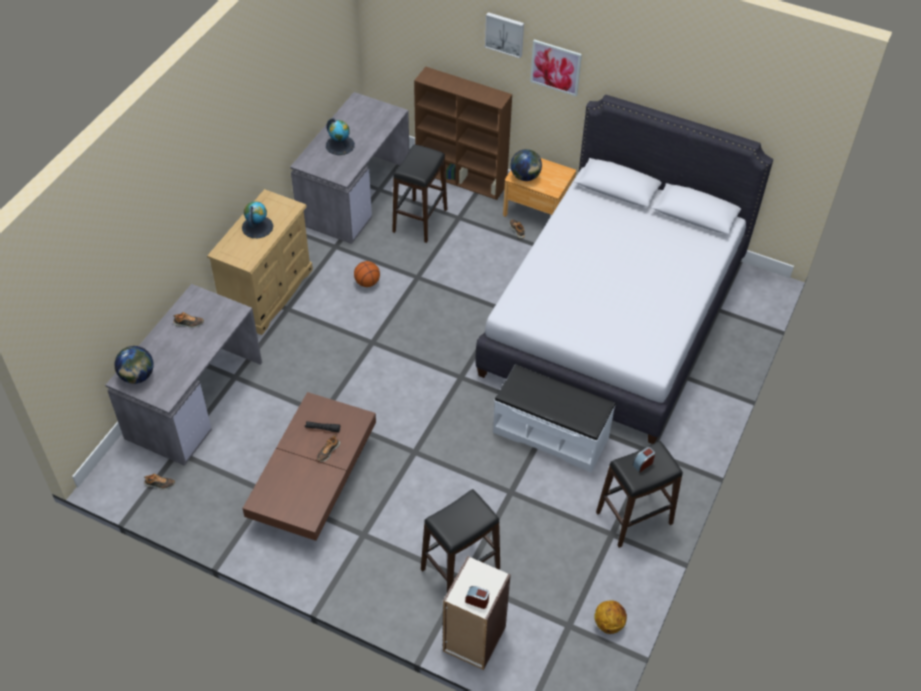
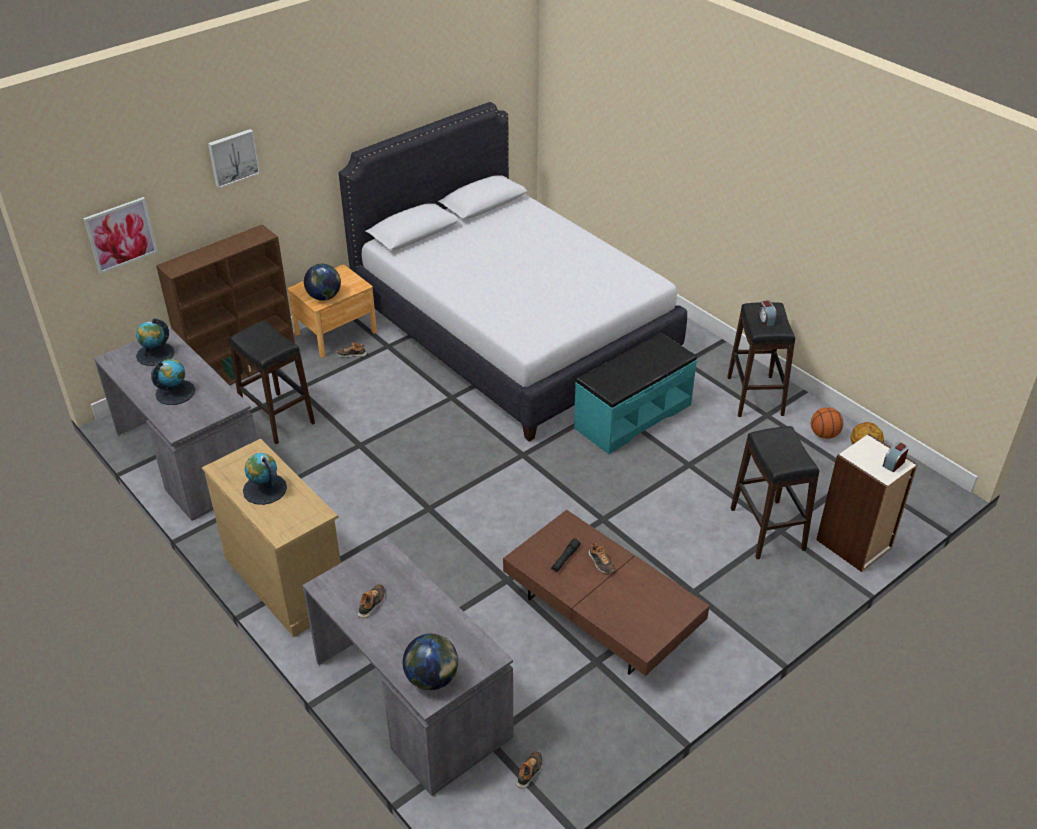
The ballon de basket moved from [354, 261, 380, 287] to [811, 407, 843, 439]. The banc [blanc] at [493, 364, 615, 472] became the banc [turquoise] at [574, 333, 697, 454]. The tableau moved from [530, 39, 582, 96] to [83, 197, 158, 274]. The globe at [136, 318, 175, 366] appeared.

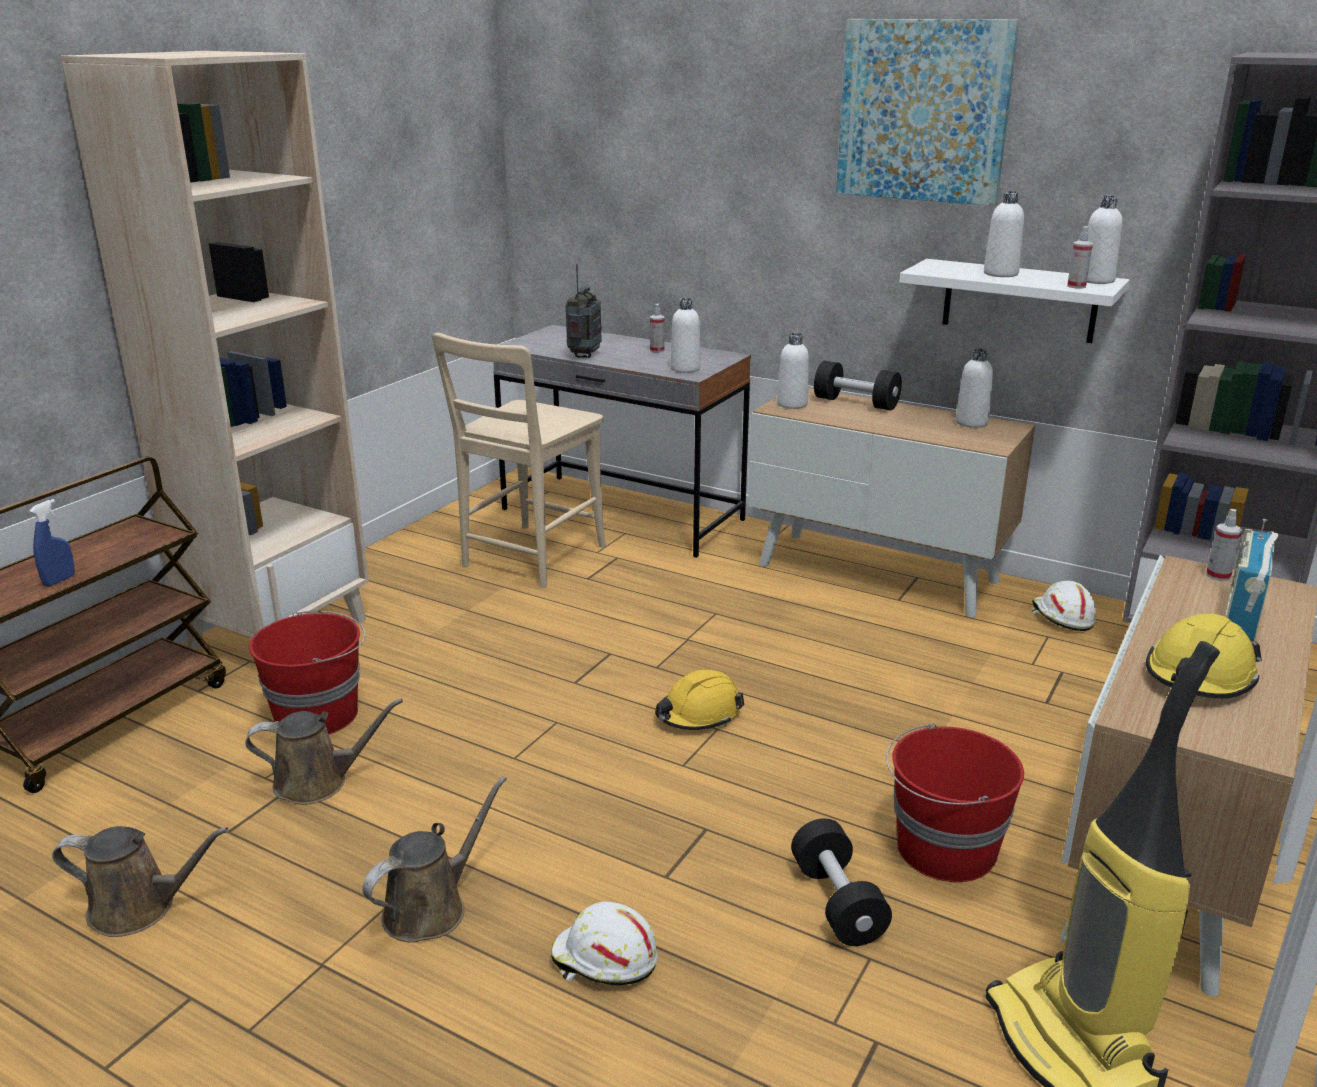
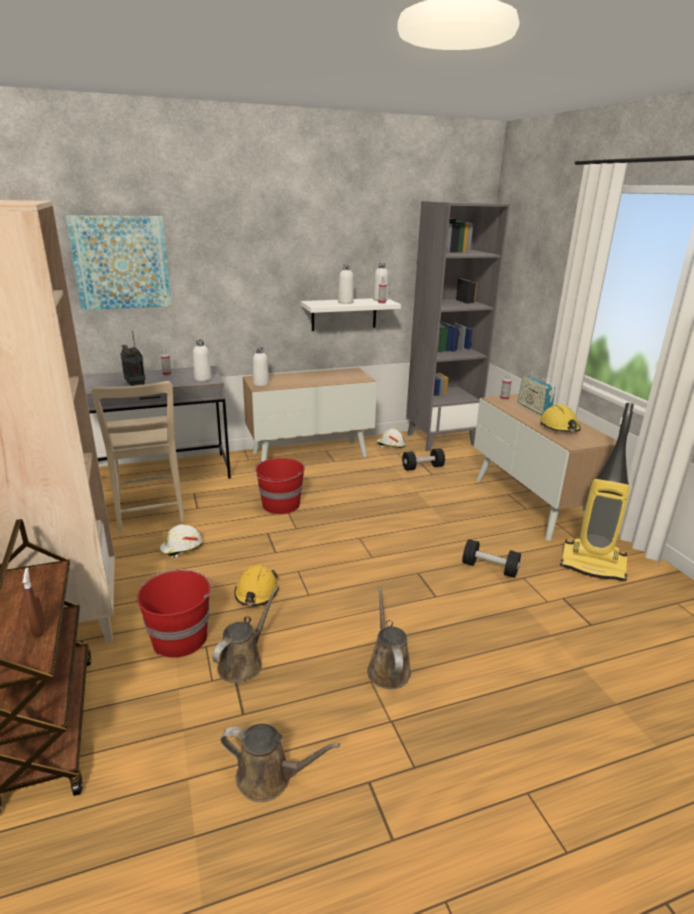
The vaporisateur [bleu] at [29, 499, 74, 586] became the vaporisateur [marron] at [23, 568, 45, 637]. The arrosoir [marron] at [52, 826, 229, 937] turned 60 degrees clockwise. The casque de chantier [blanc] moved from [551, 902, 658, 986] to [159, 524, 203, 558]. The casque de chantier [jaune] moved from [655, 670, 744, 730] to [234, 565, 279, 606]. The haltère [noir] moved from [814, 361, 902, 410] to [402, 448, 445, 471]. The tableau moved from [836, 19, 1020, 206] to [66, 215, 172, 310]. The seau [rouge] moved from [886, 723, 1024, 882] to [253, 458, 305, 514]. The bouteille [blanc] at [956, 348, 993, 428] disappeared.

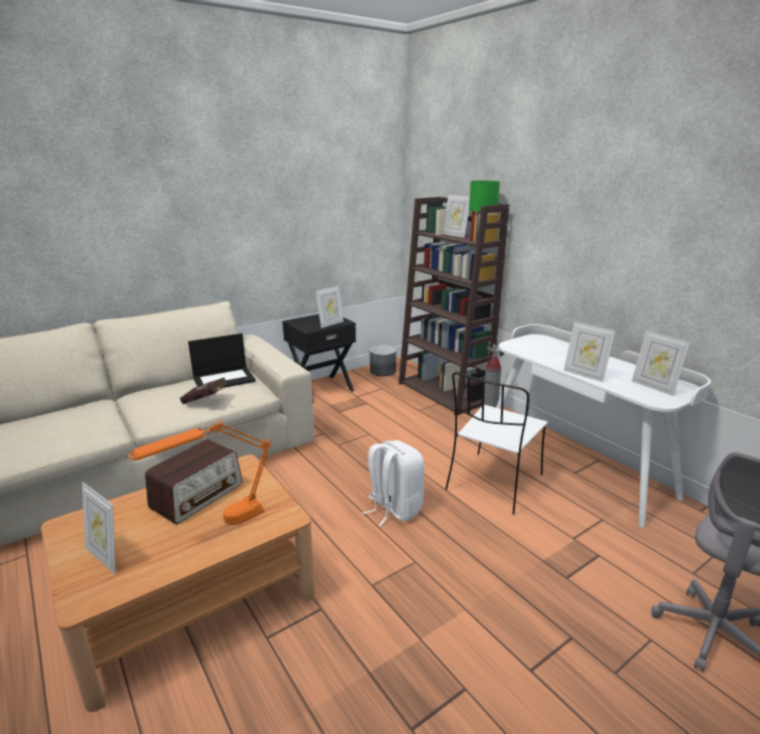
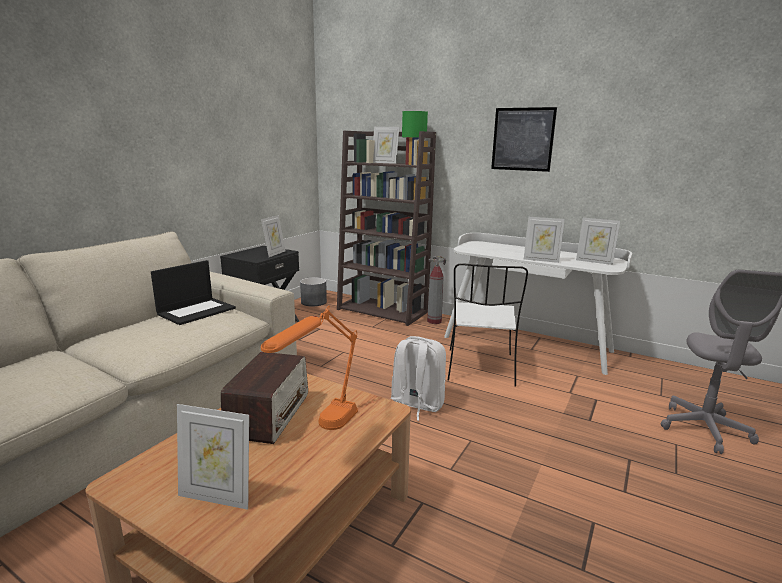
The livre [rouge] at [180, 377, 228, 404] disappeared. The tableau at [491, 107, 557, 172] appeared.

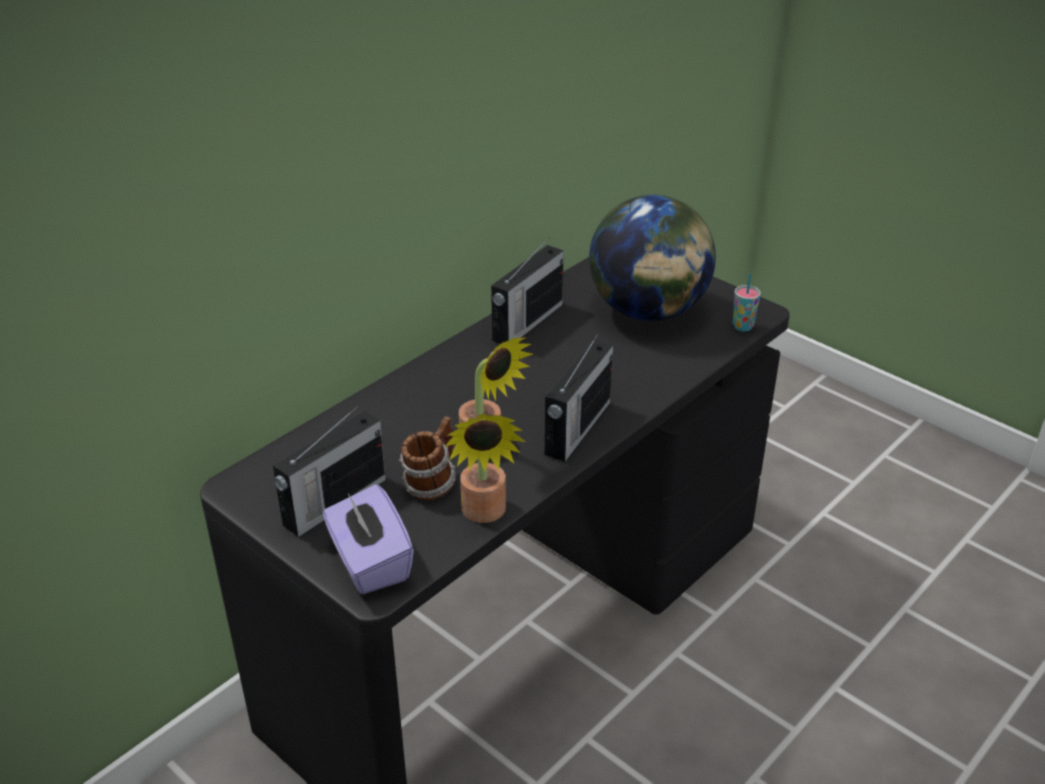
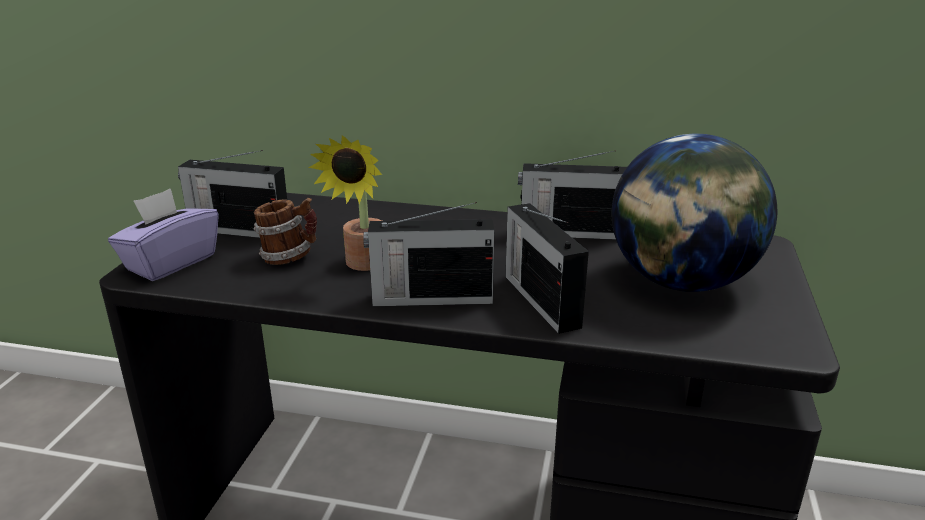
The plante en pot at [444, 414, 525, 523] disappeared. The tasse at [733, 273, 761, 332] disappeared. The radio at [506, 203, 589, 334] appeared.

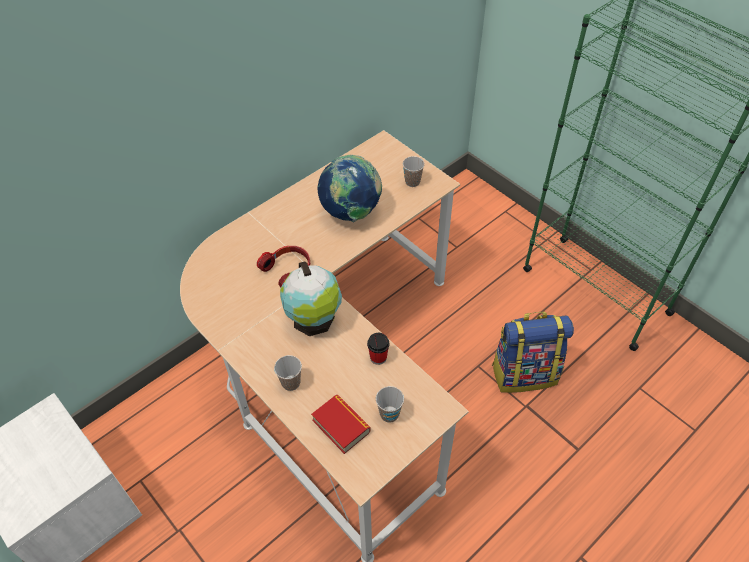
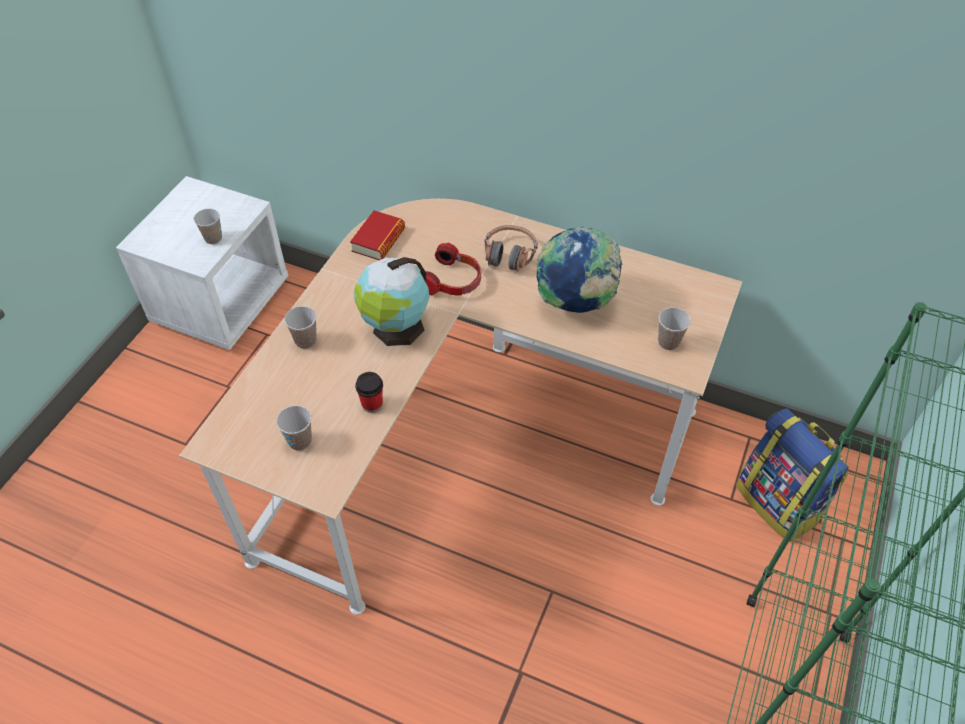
The livre moved from [311, 395, 371, 454] to [350, 211, 405, 260]. The sac à dos moved from [492, 311, 574, 393] to [736, 408, 849, 542]. The tasse at [194, 209, 222, 244] appeared. The casque audio at [484, 225, 538, 272] appeared.

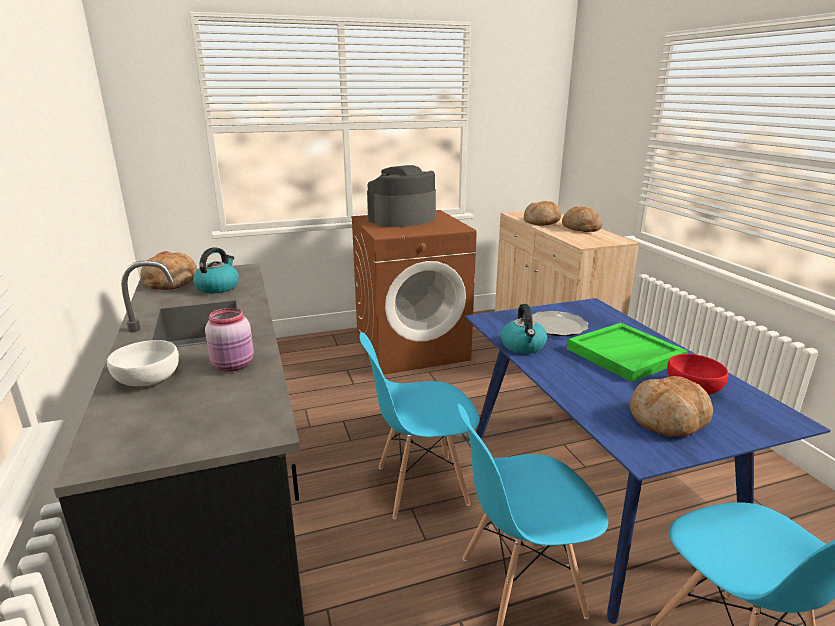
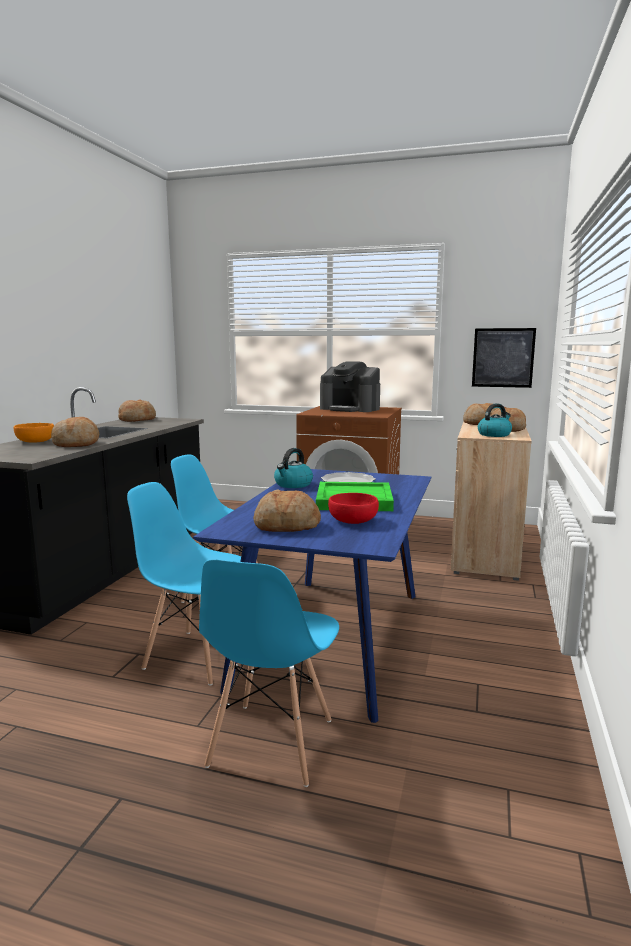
The bol [blanc] at [107, 340, 179, 386] became the bol [orange] at [14, 423, 54, 443]. The bouilloire moved from [193, 247, 239, 293] to [478, 403, 512, 437]. The bocal [rose] at [205, 308, 254, 372] was replaced by the pain at [51, 417, 99, 447]. The machine à café at [367, 165, 436, 227] turned 150 degrees counterclockwise. The tableau at [472, 328, 536, 388] appeared.

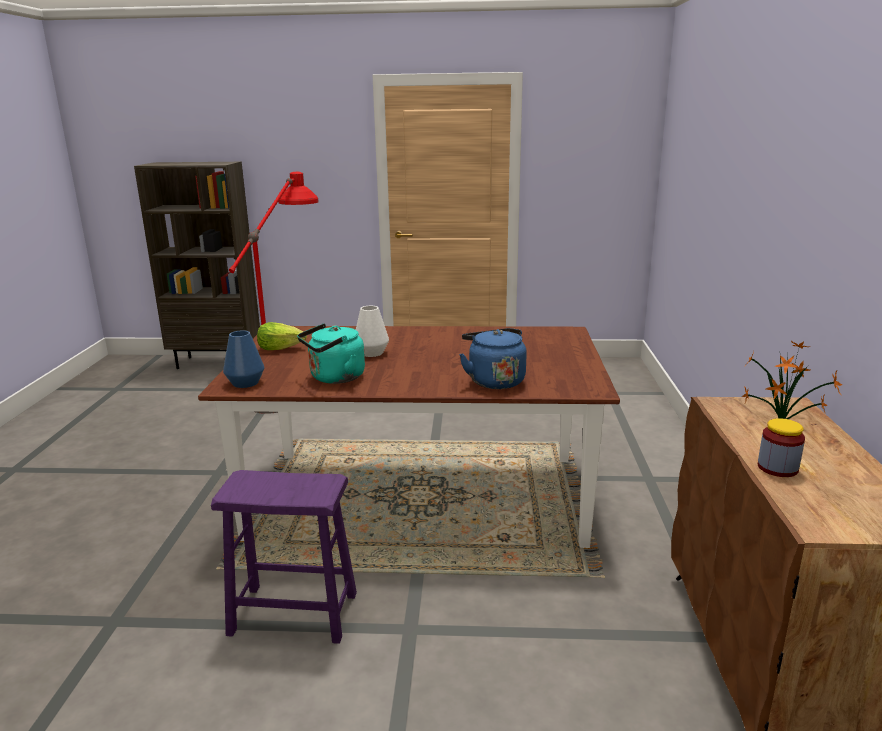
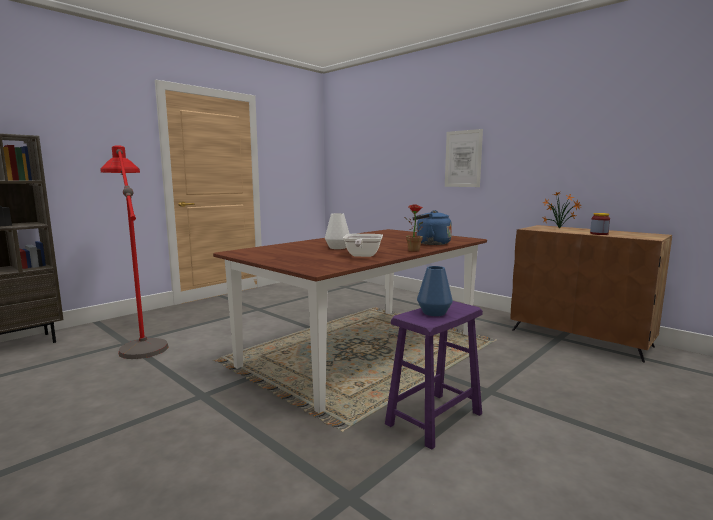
The vase [bleu] moved from [223, 330, 264, 388] to [417, 266, 453, 316]. The laitue at [257, 322, 307, 350] disappeared. The bouilloire [turquoise] at [297, 323, 365, 384] was replaced by the poêle at [343, 234, 383, 257]. The plante en pot at [404, 204, 423, 252] appeared. The tableau at [445, 129, 483, 187] appeared.

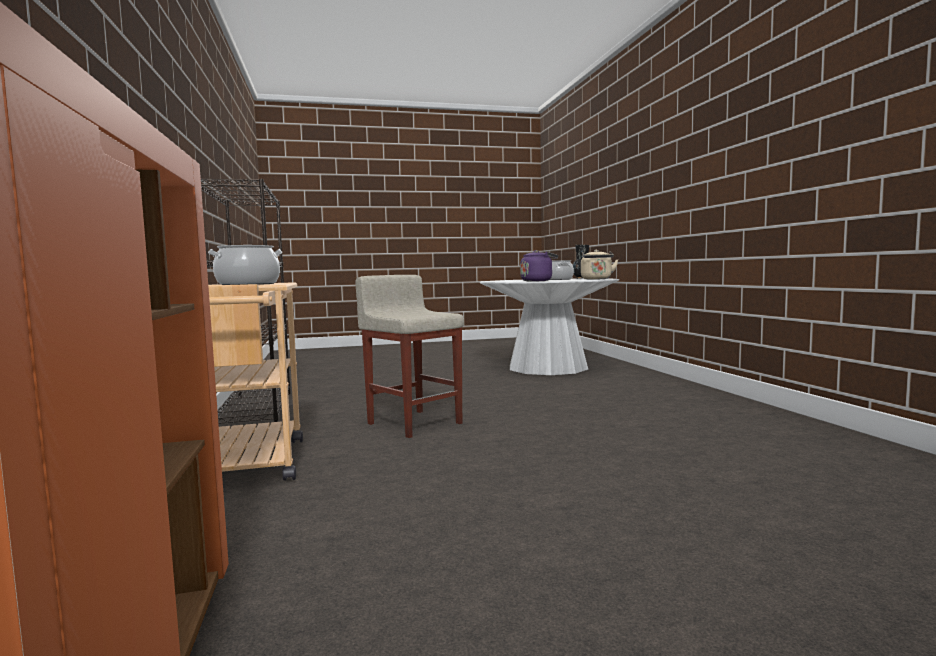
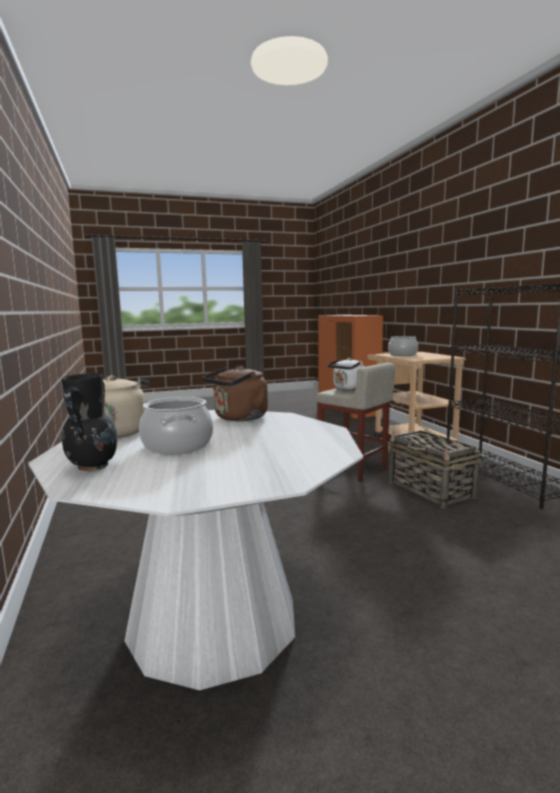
The bouilloire [violet] at [520, 250, 558, 282] became the bouilloire [marron] at [203, 366, 268, 421]. The bouilloire [blanc] at [328, 358, 364, 390] appeared. The panier at [387, 431, 481, 508] appeared.

